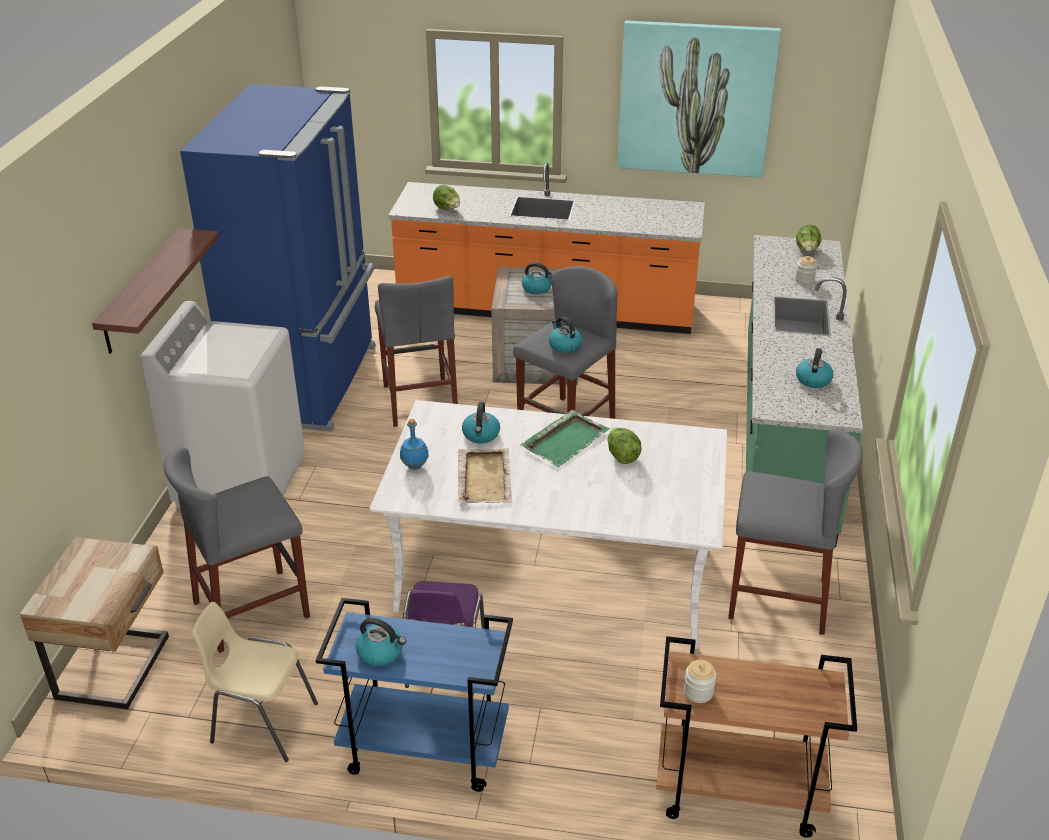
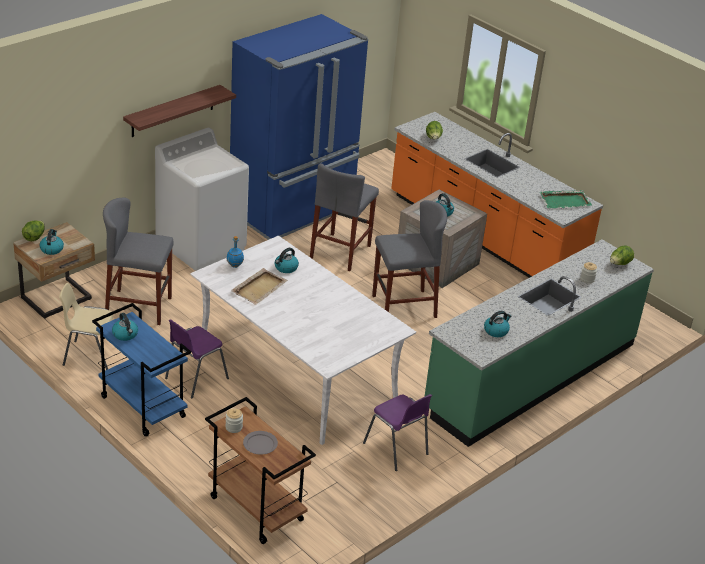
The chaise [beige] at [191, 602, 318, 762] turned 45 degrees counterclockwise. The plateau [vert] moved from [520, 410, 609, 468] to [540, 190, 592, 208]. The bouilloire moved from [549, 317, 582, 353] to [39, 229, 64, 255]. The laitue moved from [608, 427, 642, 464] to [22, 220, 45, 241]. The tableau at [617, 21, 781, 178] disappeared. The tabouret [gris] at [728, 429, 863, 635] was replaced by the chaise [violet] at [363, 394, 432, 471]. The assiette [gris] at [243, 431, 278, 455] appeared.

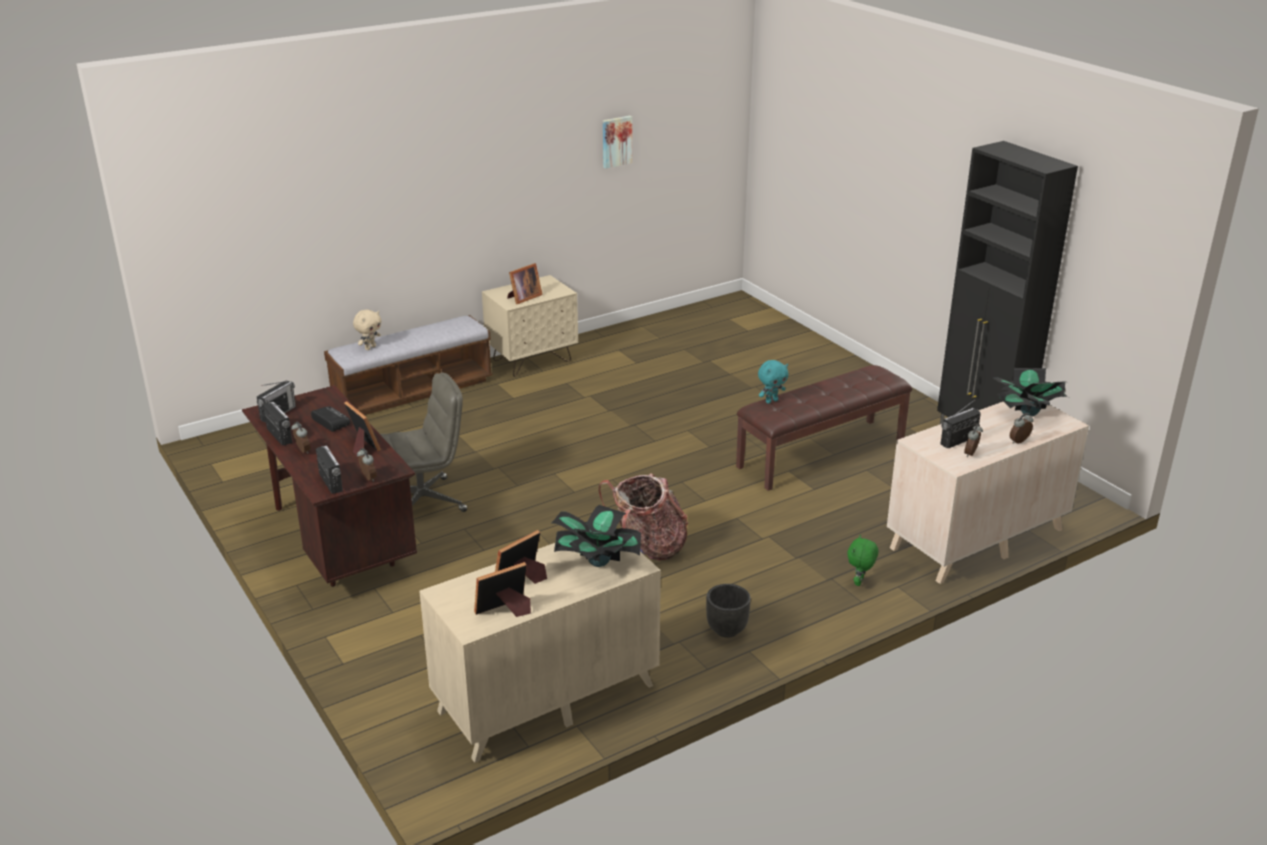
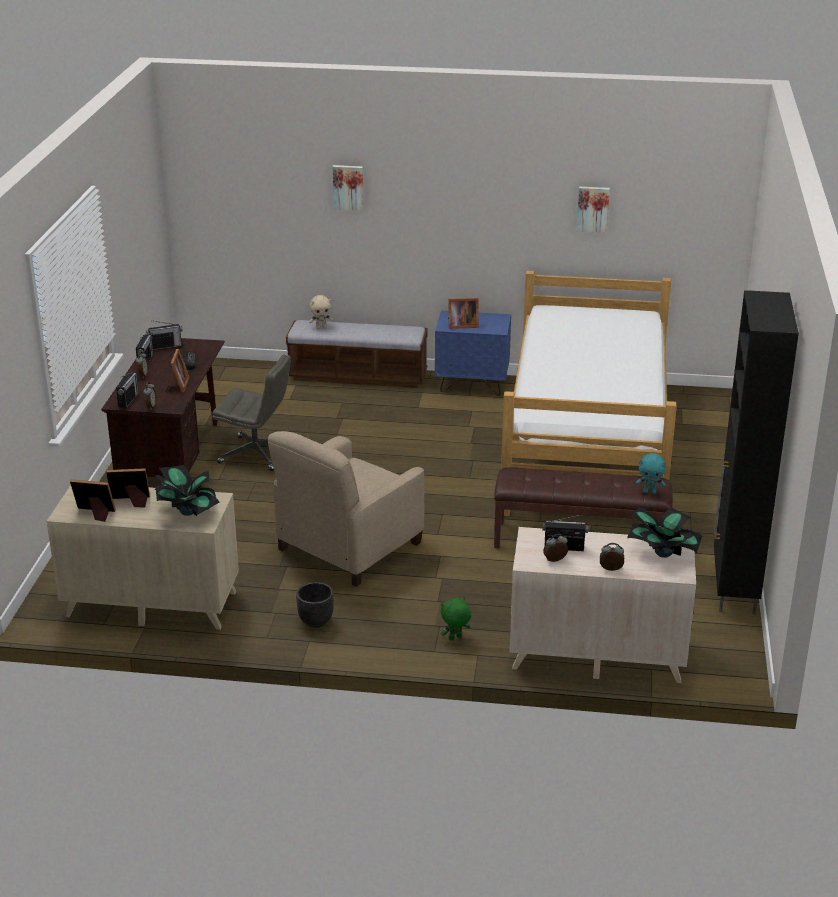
The table de chevet [beige] at [482, 275, 578, 377] became the table de chevet [bleu] at [435, 311, 511, 396]. The sac à dos at [599, 473, 688, 561] was replaced by the fauteuil [beige] at [268, 431, 424, 587]. The peluche [turquoise] moved from [758, 360, 788, 404] to [636, 453, 666, 494]. The tableau at [333, 165, 364, 211] appeared. The lit at [501, 271, 677, 516] appeared.

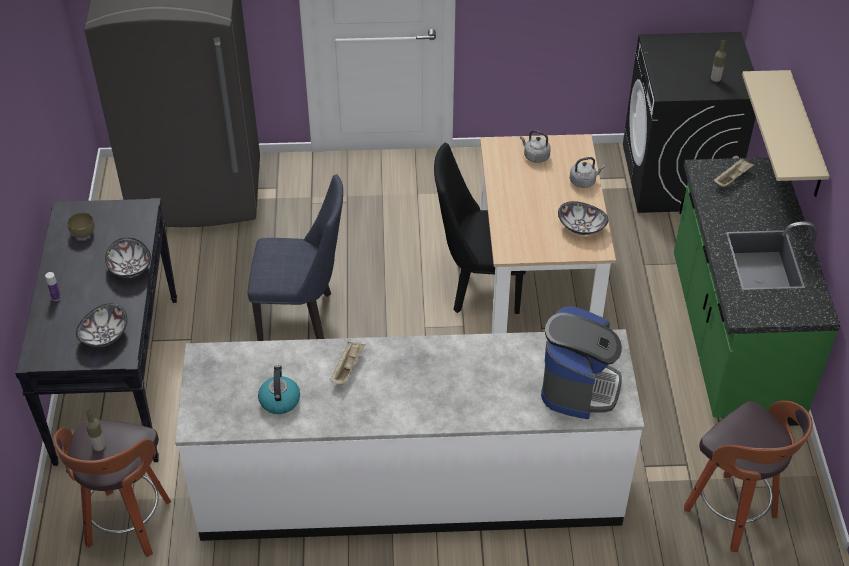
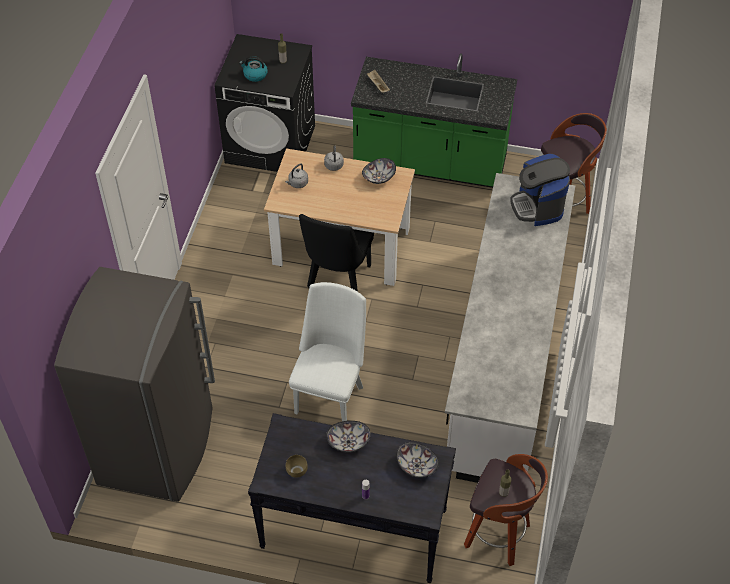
The chaise [bleu] at [248, 174, 343, 341] became the chaise [blanc] at [289, 282, 366, 421]. The bouilloire moved from [258, 365, 300, 414] to [239, 56, 268, 82]. The plateau [beige] at [330, 342, 365, 385] disappeared. The machine à café at [541, 306, 622, 419] turned 135 degrees counterclockwise. The étagère [beige] at [742, 70, 830, 197] disappeared.

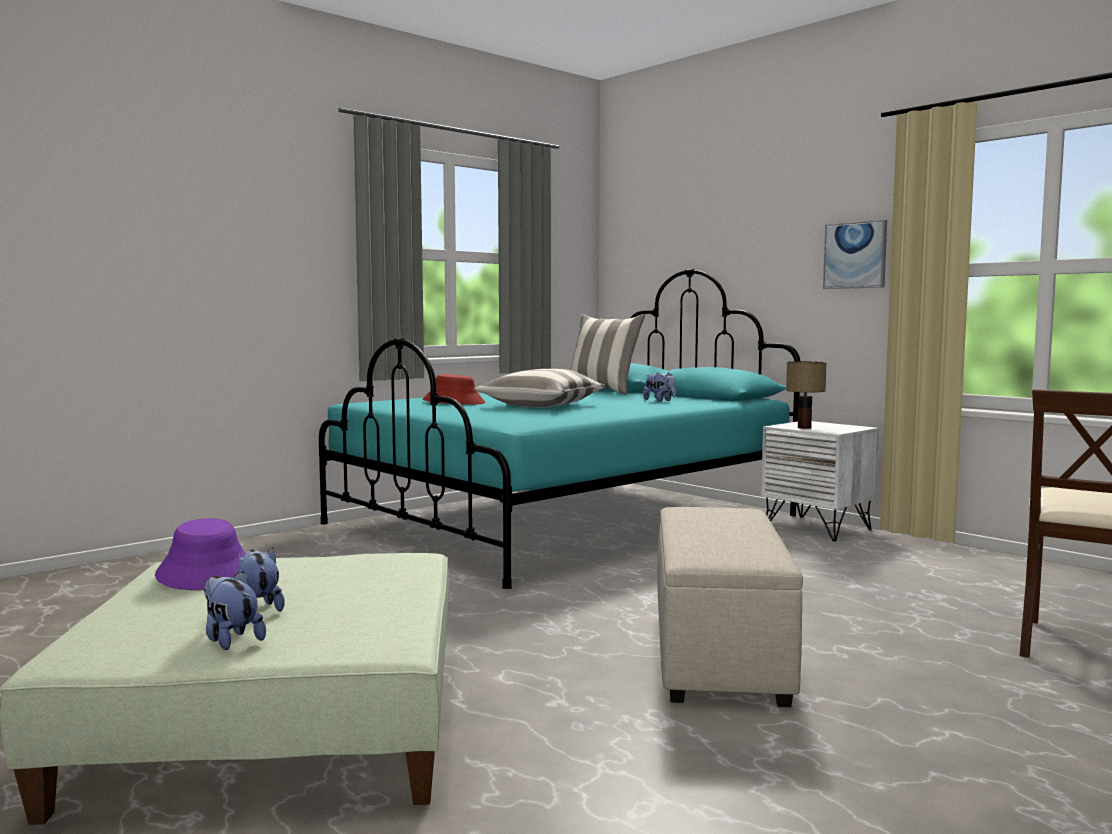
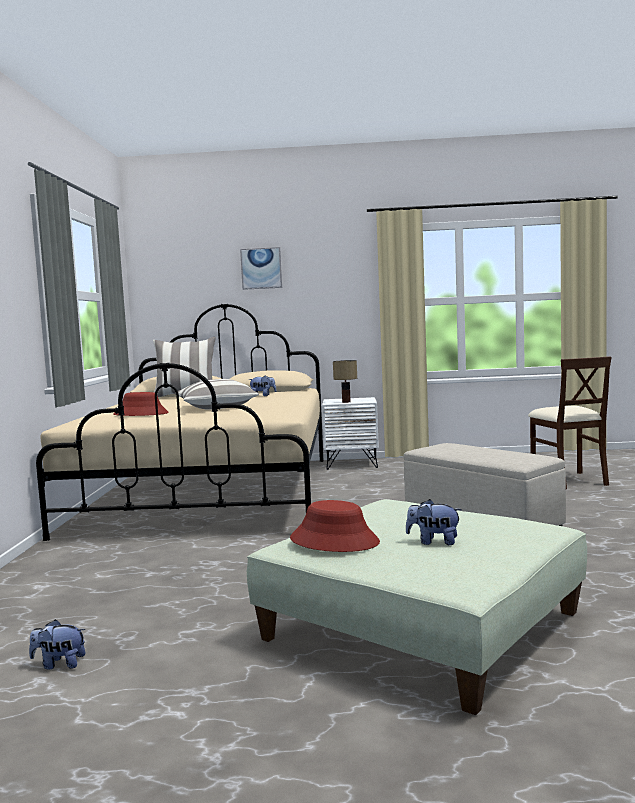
The chapeau [violet] at [155, 518, 246, 590] became the chapeau [rouge] at [290, 500, 380, 552]. The peluche moved from [204, 572, 266, 650] to [29, 619, 85, 669]. The lit [turquoise] at [319, 269, 800, 589] became the lit [beige] at [36, 304, 324, 541]. The tableau moved from [823, 220, 887, 289] to [240, 247, 282, 290].

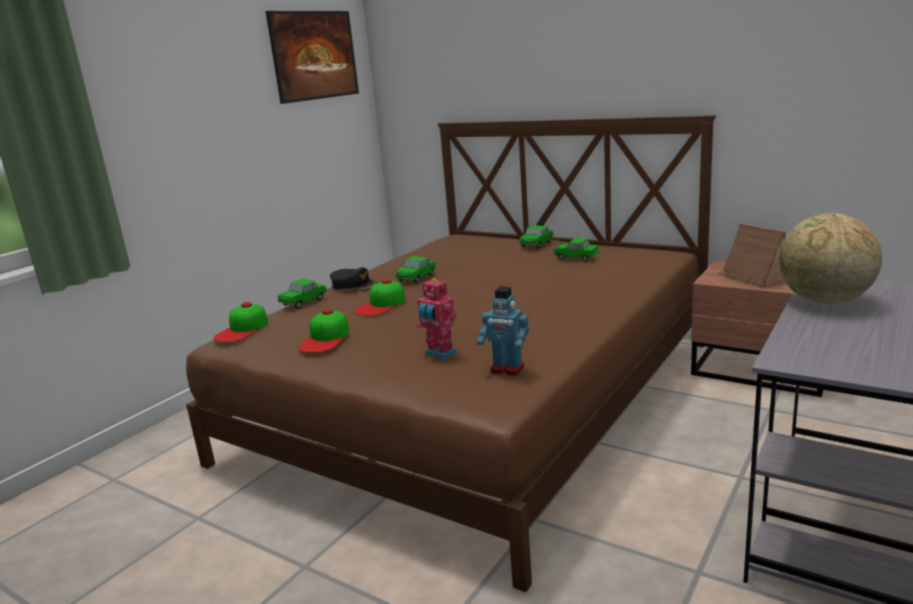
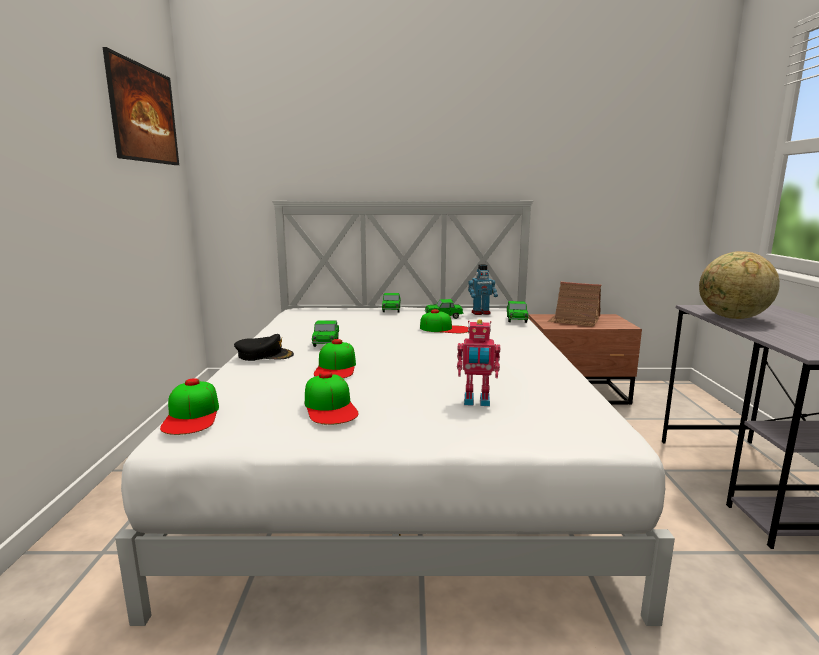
The lit [marron] at [186, 115, 716, 592] became the lit [blanc] at [115, 201, 675, 626]. The petite voiture moved from [278, 279, 327, 309] to [507, 301, 528, 323]. The robot jouet moved from [477, 286, 529, 375] to [468, 264, 498, 315]. The casquette at [420, 309, 469, 333] appeared.

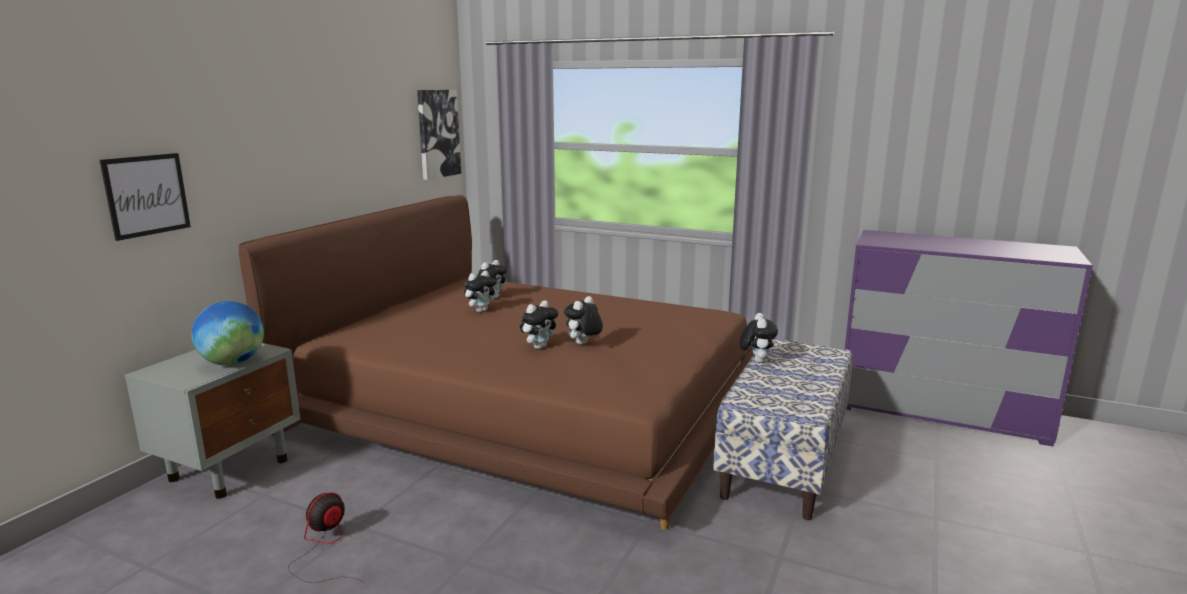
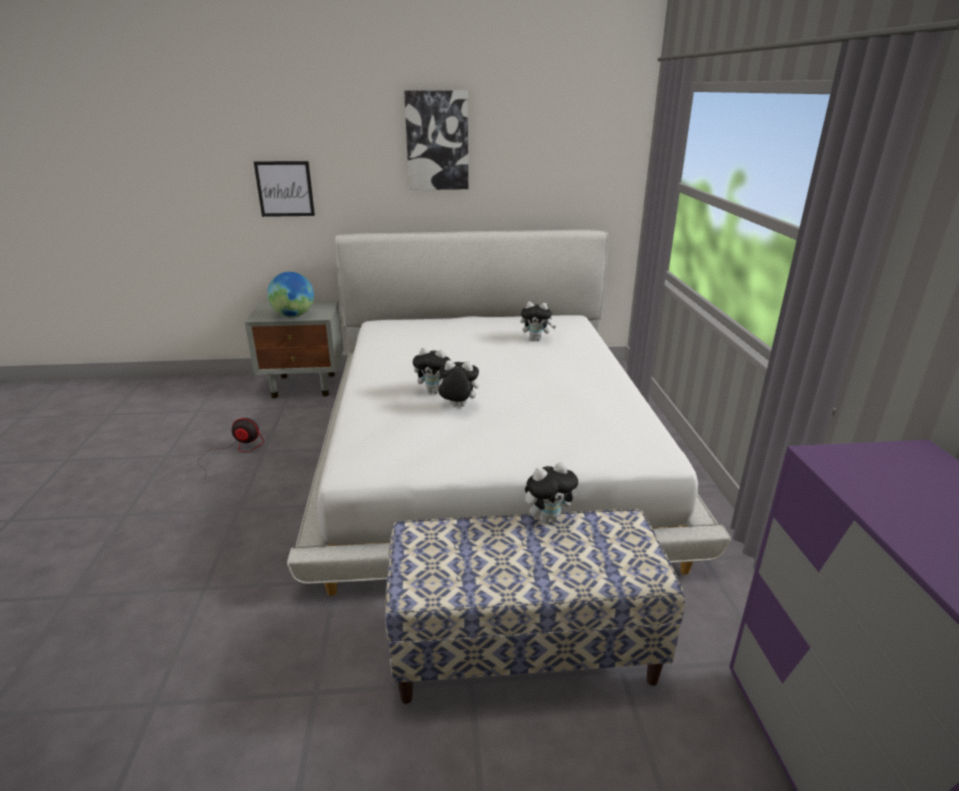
The lit [marron] at [238, 195, 754, 530] became the lit [blanc] at [287, 230, 731, 596]. The tableau moved from [417, 90, 461, 180] to [404, 90, 468, 190]. The peluche at [464, 271, 498, 312] disappeared.

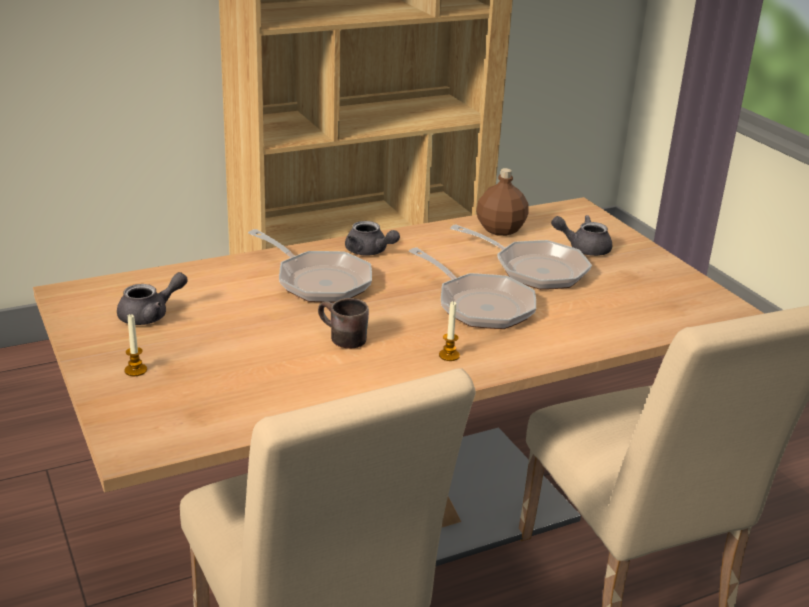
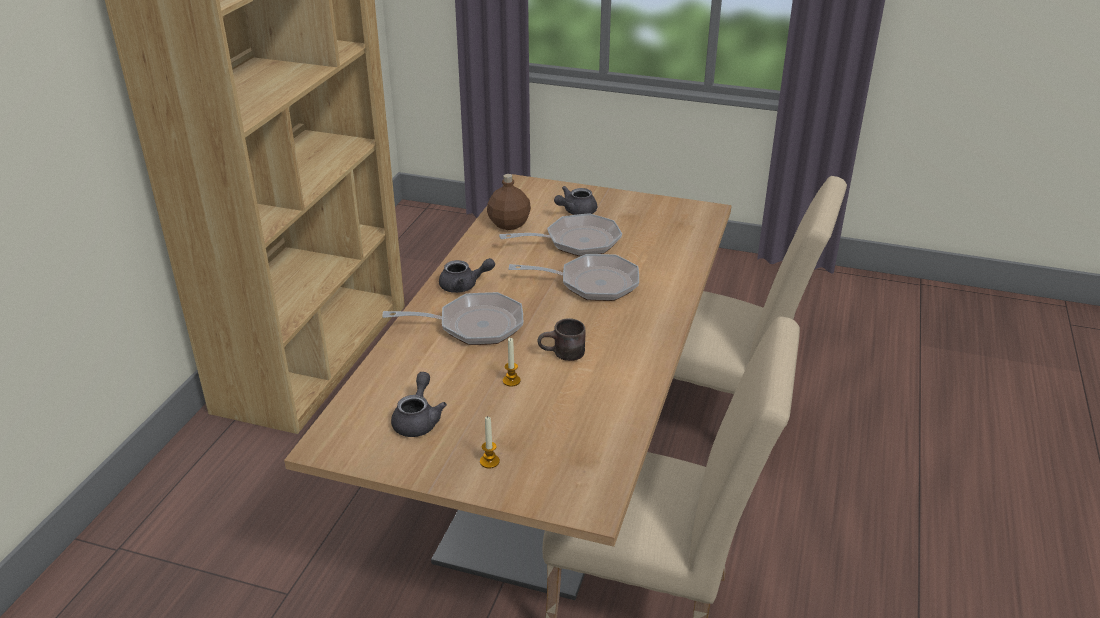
The bougie moved from [439, 301, 460, 361] to [503, 338, 521, 387].

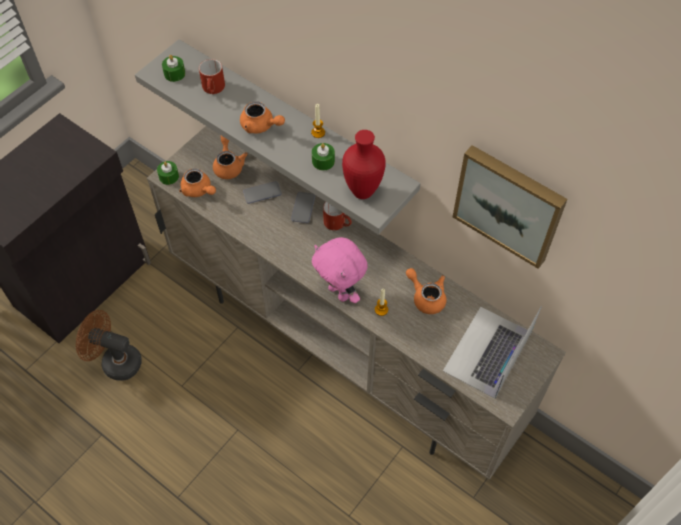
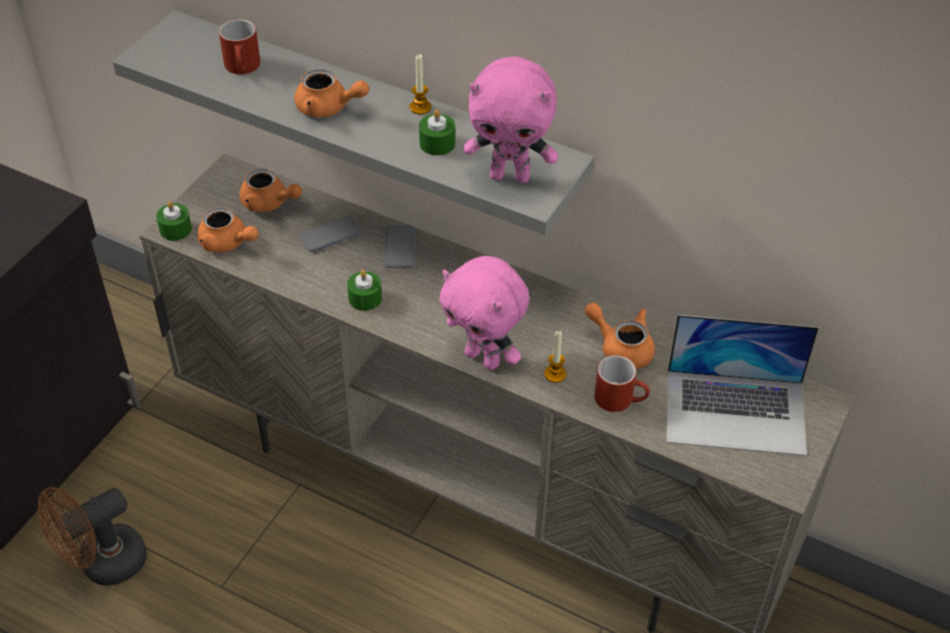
The ventilateur [marron] at [76, 310, 142, 381] turned 45 degrees counterclockwise. The bougie [vert] moved from [162, 55, 185, 82] to [347, 270, 382, 311]. The théière [orange] at [213, 136, 248, 179] turned 135 degrees clockwise. The mug [rouge] moved from [323, 202, 352, 230] to [594, 355, 650, 412]. The vase [rouge] at [342, 130, 385, 199] was replaced by the peluche [rose] at [463, 57, 558, 183]. The ordinateur portable at [443, 306, 542, 399] turned 105 degrees counterclockwise. The tableau at [453, 145, 567, 269] disappeared.

